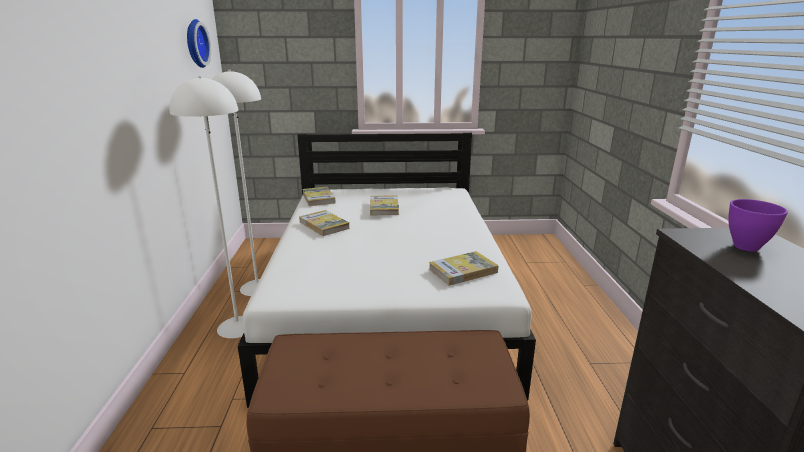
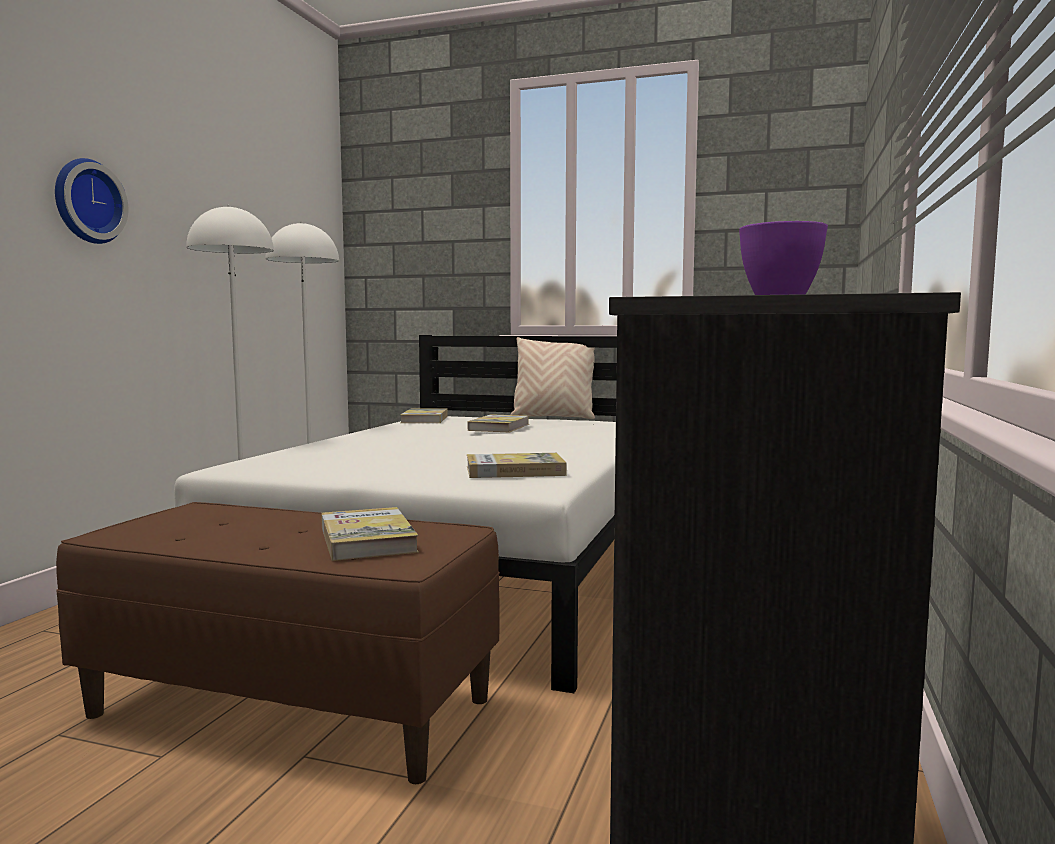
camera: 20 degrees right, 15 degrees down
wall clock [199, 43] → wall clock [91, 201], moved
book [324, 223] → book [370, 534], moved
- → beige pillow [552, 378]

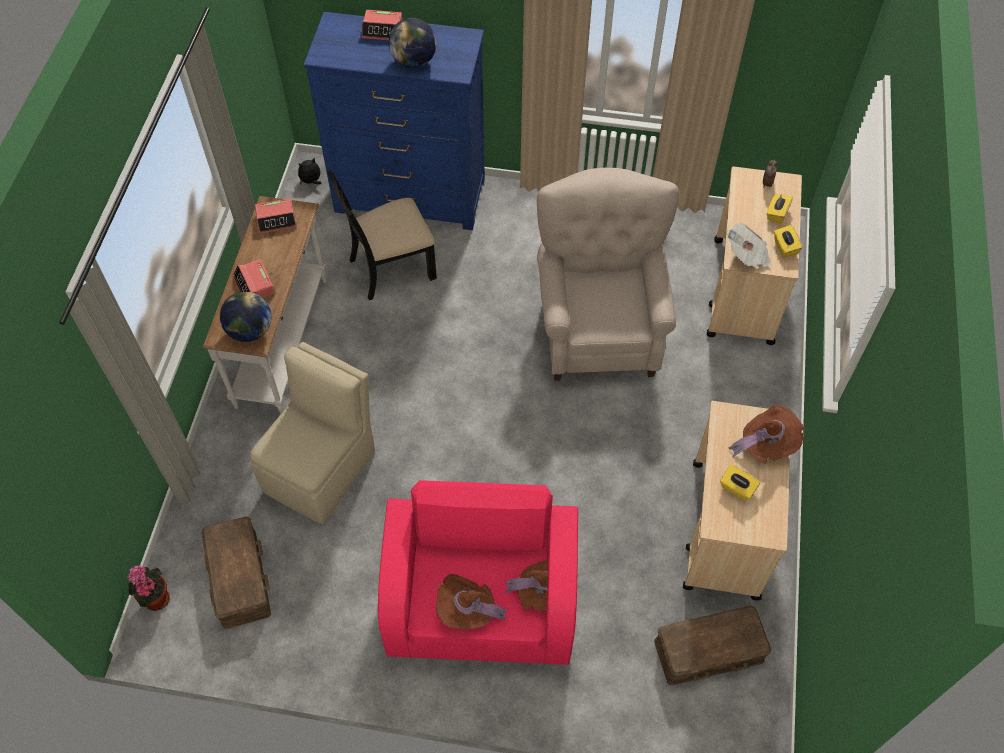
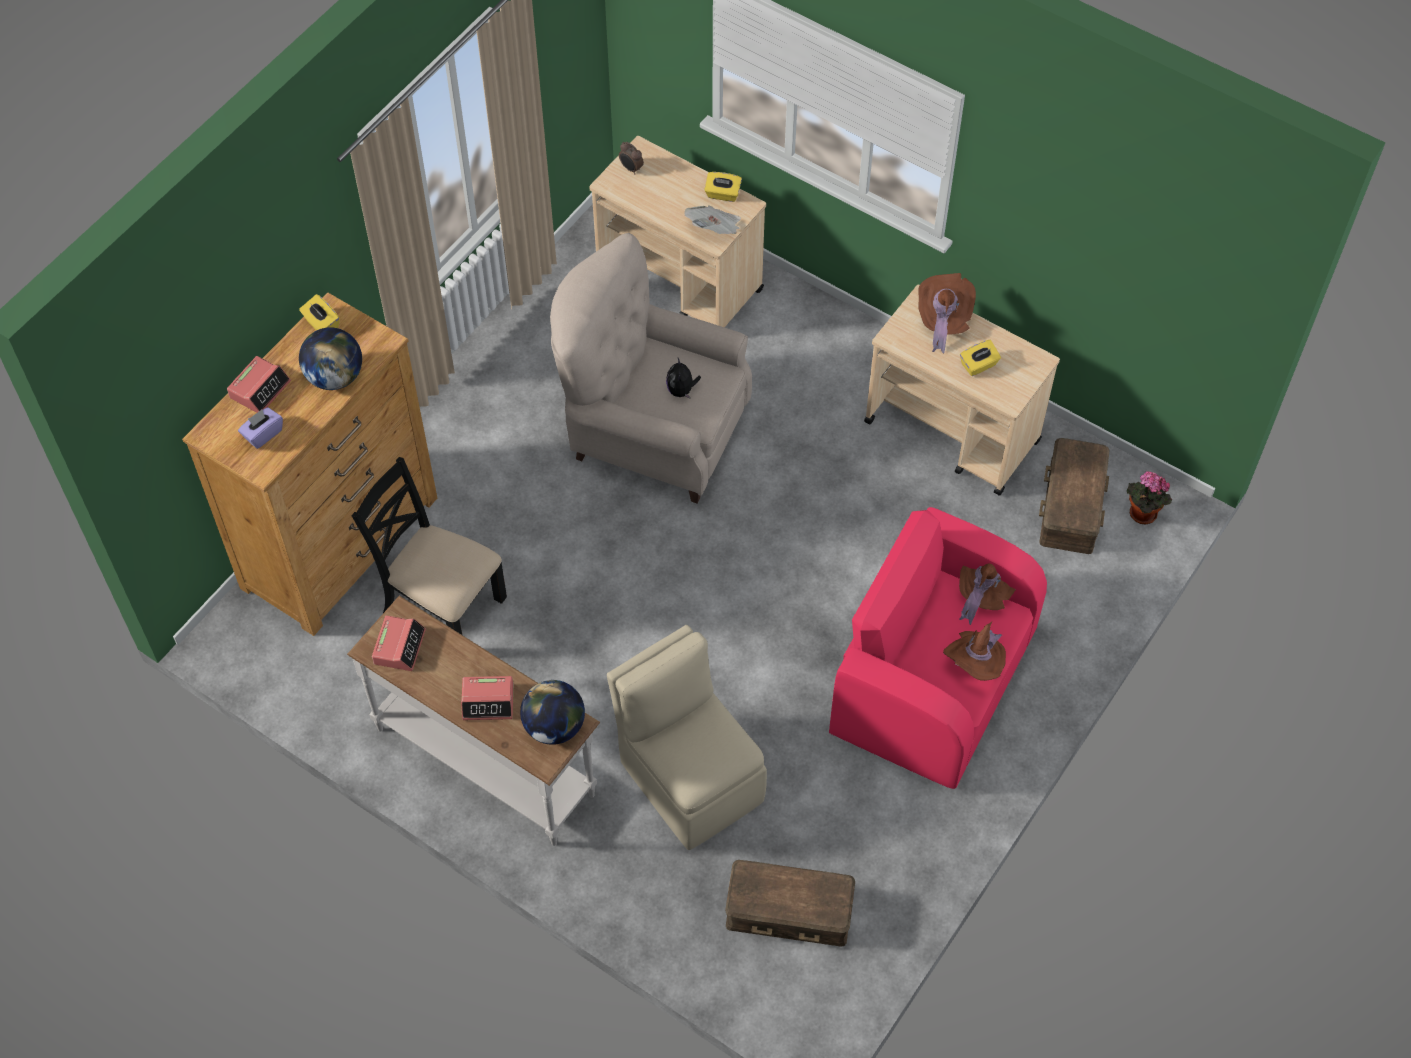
camera: 65 degrees left, 0 degrees up
blue dresser [394, 121] → brown dresser [309, 464]
- → purple tissue box [260, 428]
yellow tissue box [780, 209] → yellow tissue box [319, 312], moved
black chair [382, 235] → black chair [429, 546], 120 degrees clockwise
plush toy [310, 171] → plush toy [683, 378], moved
potted plant [148, 588] → potted plant [1149, 498], moved

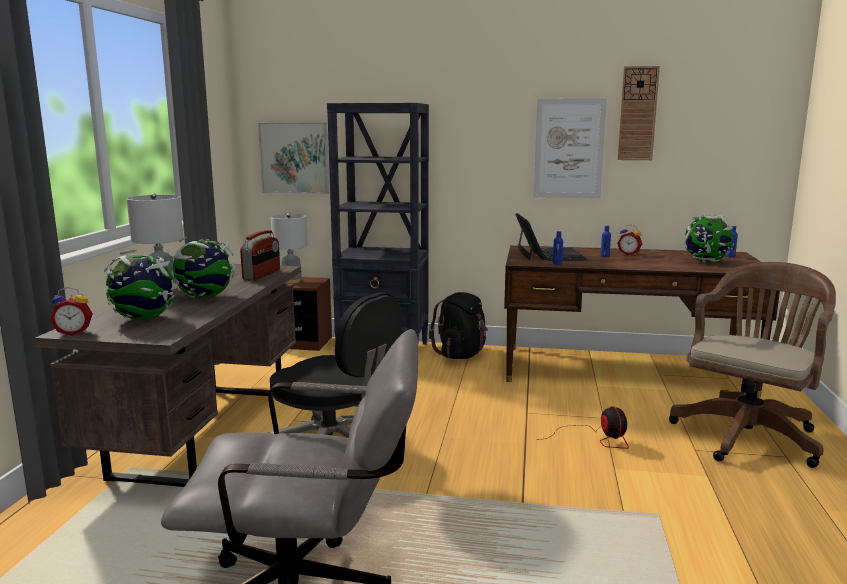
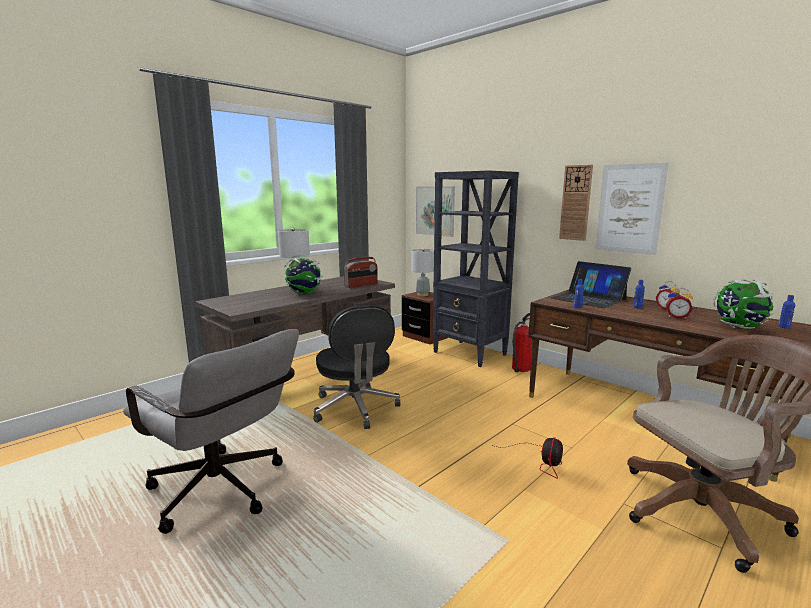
camera: 35 degrees right, 0 degrees up
black backpack [458, 325] → fire extinguisher [522, 342]
laptop [551, 237] → laptop [591, 284], 105 degrees clockwise
wall clock [638, 113] → wall clock [576, 203], moved
alarm clock [71, 311] → alarm clock [679, 303], moved
globe [140, 284] → -

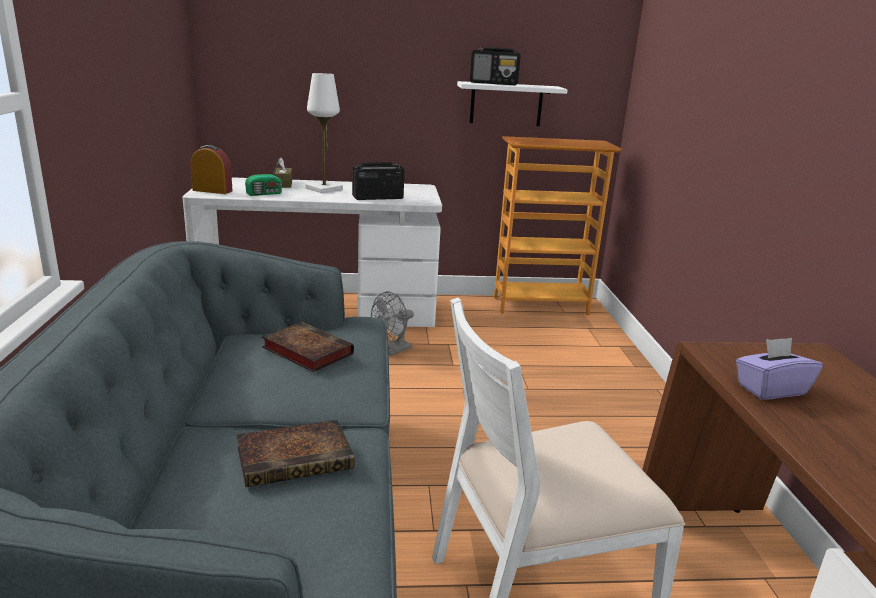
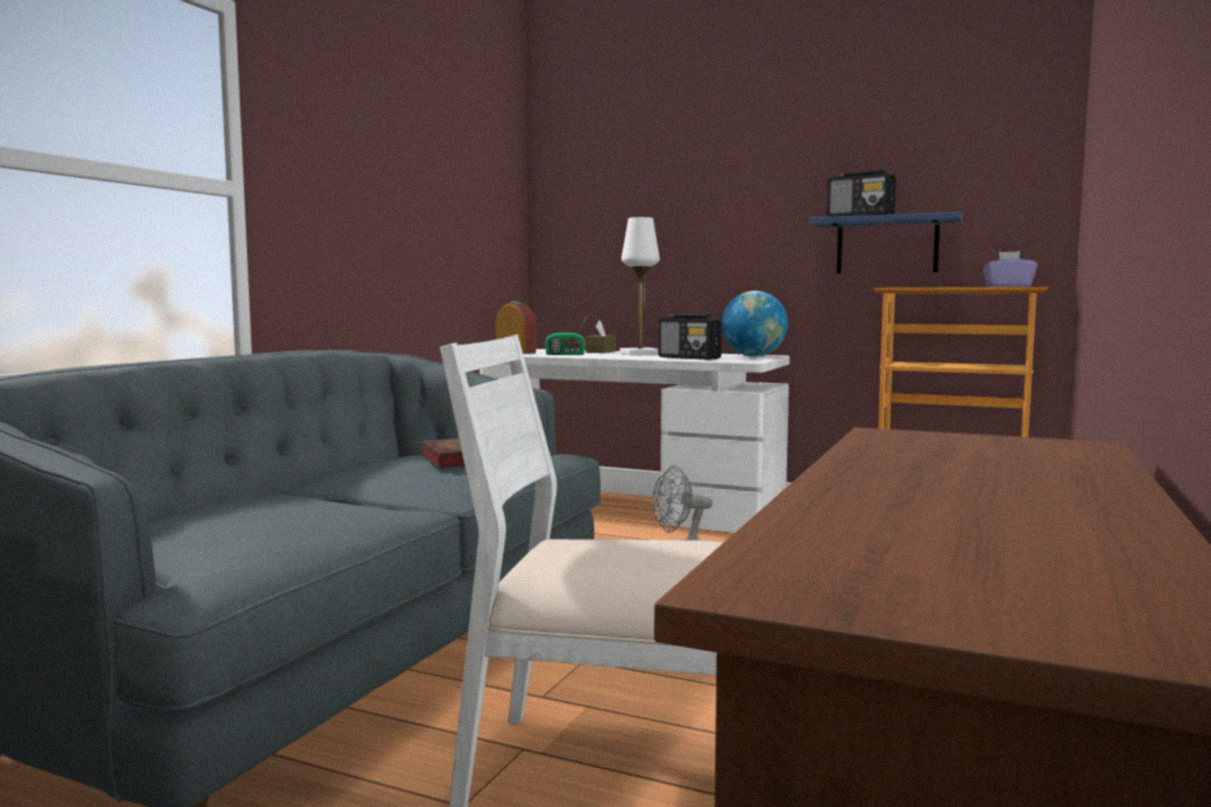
camera: 30 degrees right, 15 degrees down
radio [378, 181] → radio [690, 336], 150 degrees counterclockwise
- → globe [755, 324]
white shelf [512, 103] → blue shelf [885, 243]
purple tissue box [779, 369] → purple tissue box [1010, 269], moved
book [295, 453] → -

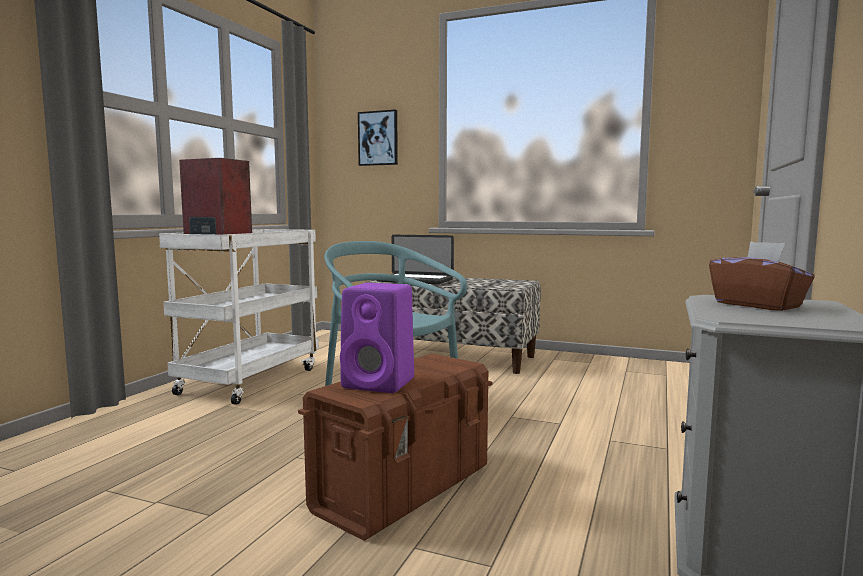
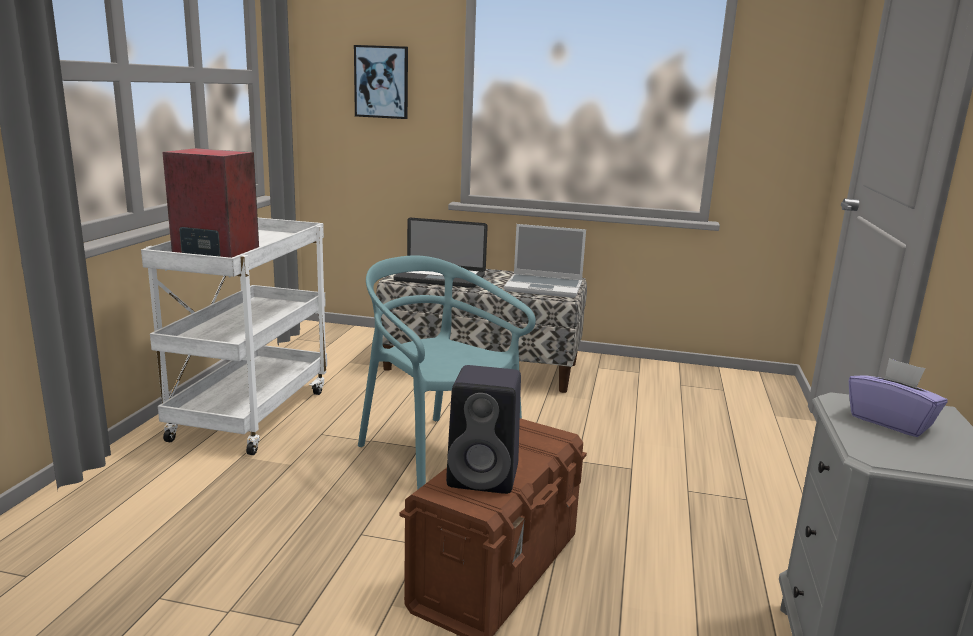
camera: 10 degrees left, 10 degrees up
purple speaker [377, 338] → black speaker [483, 429]
- → laptop [545, 261]
brown tissue box [762, 276] → purple tissue box [898, 397]

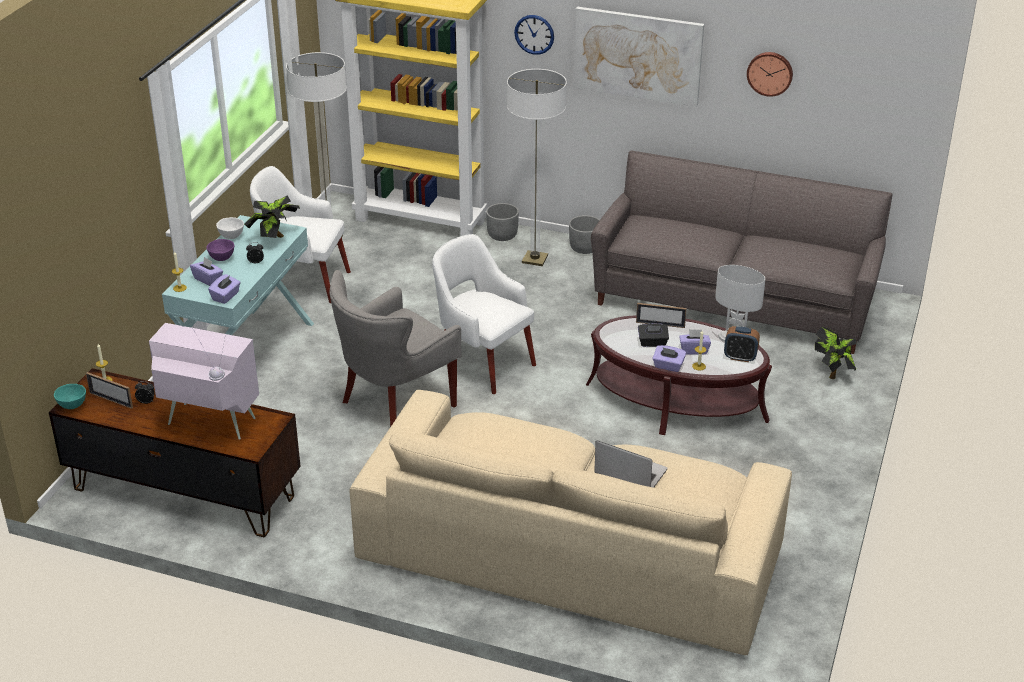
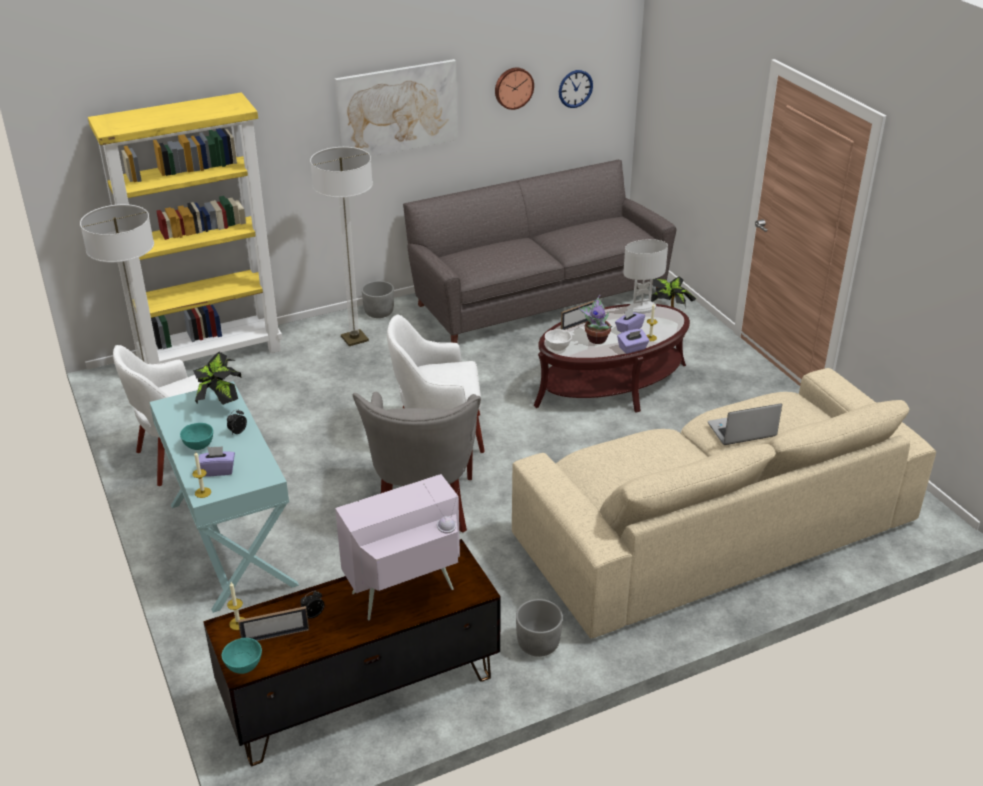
camera: 45 degrees left, 0 degrees up
purple bowl [220, 250] → turquoise bowl [196, 436]
grey planter [502, 222] → grey planter [539, 628], moved
white bowl [230, 228] → white bowl [558, 340], moved
wall clock [534, 35] → wall clock [576, 89], moved
black tissue box [653, 335] → potted plant [595, 319]
purple tissue box [224, 289] → -
alarm clock [742, 344] → -

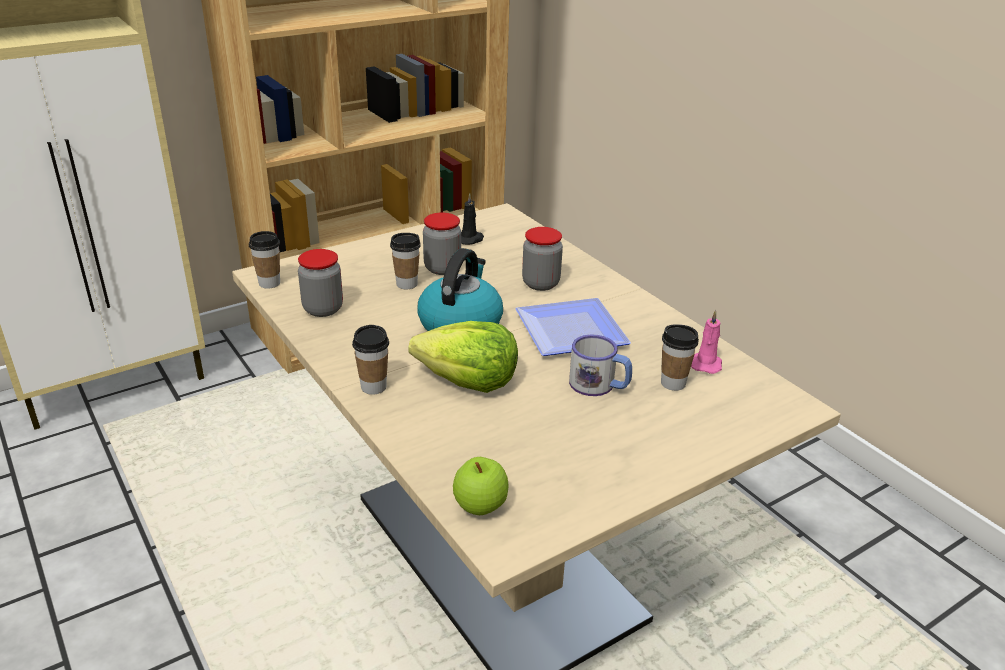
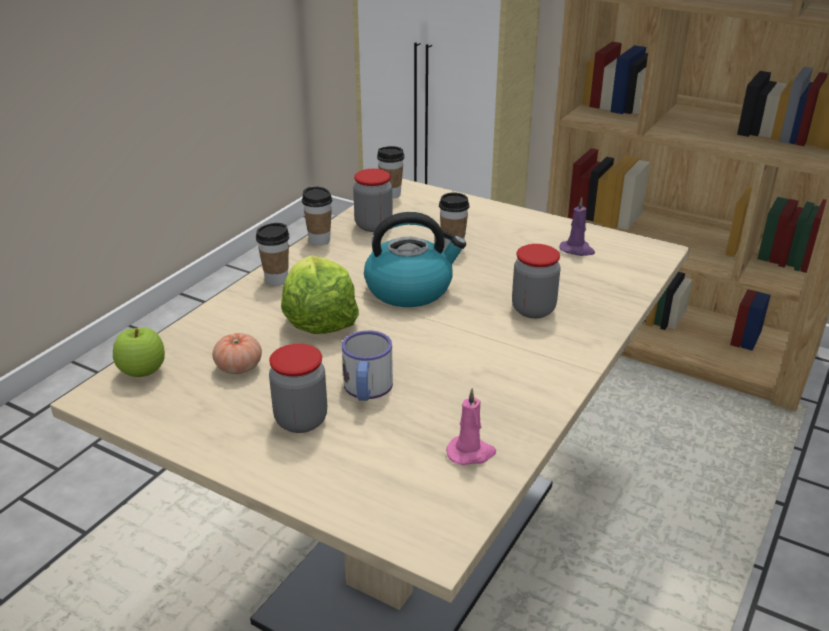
camera: 65 degrees right, 0 degrees up
- → tomato [237, 353]
jar [442, 244] → jar [298, 388], moved
cup [680, 357] → cup [317, 216], moved
black candle [472, 219] → purple candle [577, 226]
plate [573, 327] → -

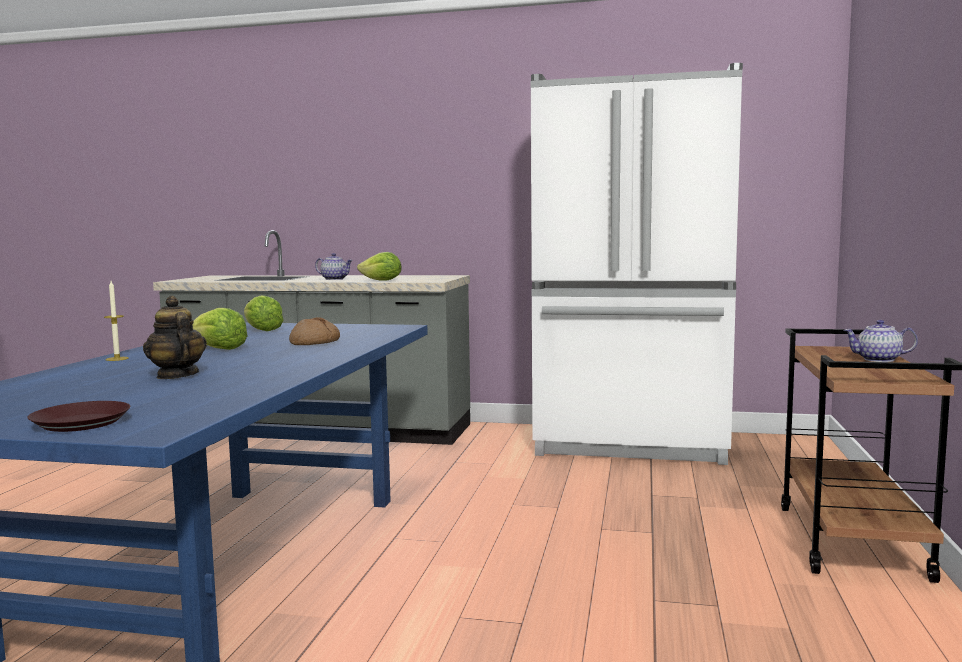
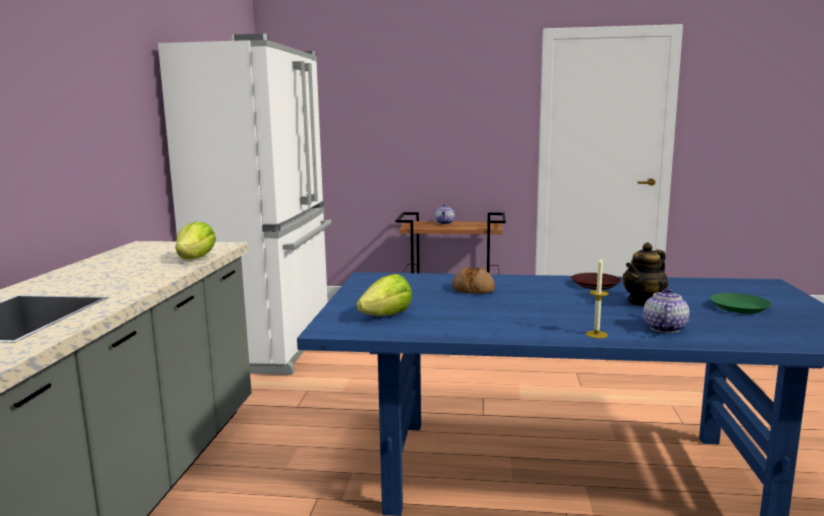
camera: 95 degrees left, 5 degrees up
brown plate [78, 416] → brown plate [596, 281], moved
teapot [334, 266] → teapot [666, 310], moved
- → green plate [741, 303]
lettuce [219, 329] → -

